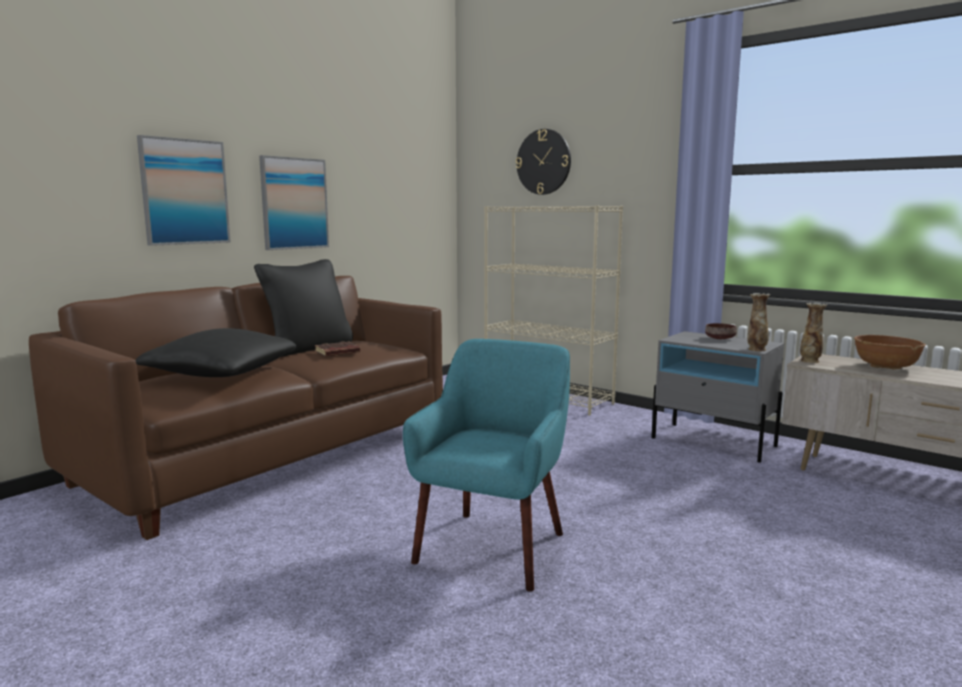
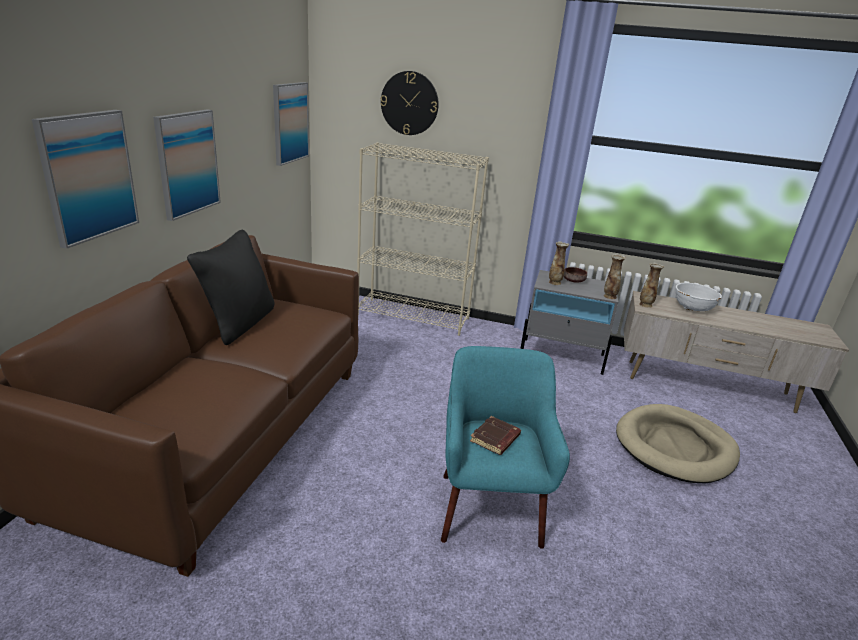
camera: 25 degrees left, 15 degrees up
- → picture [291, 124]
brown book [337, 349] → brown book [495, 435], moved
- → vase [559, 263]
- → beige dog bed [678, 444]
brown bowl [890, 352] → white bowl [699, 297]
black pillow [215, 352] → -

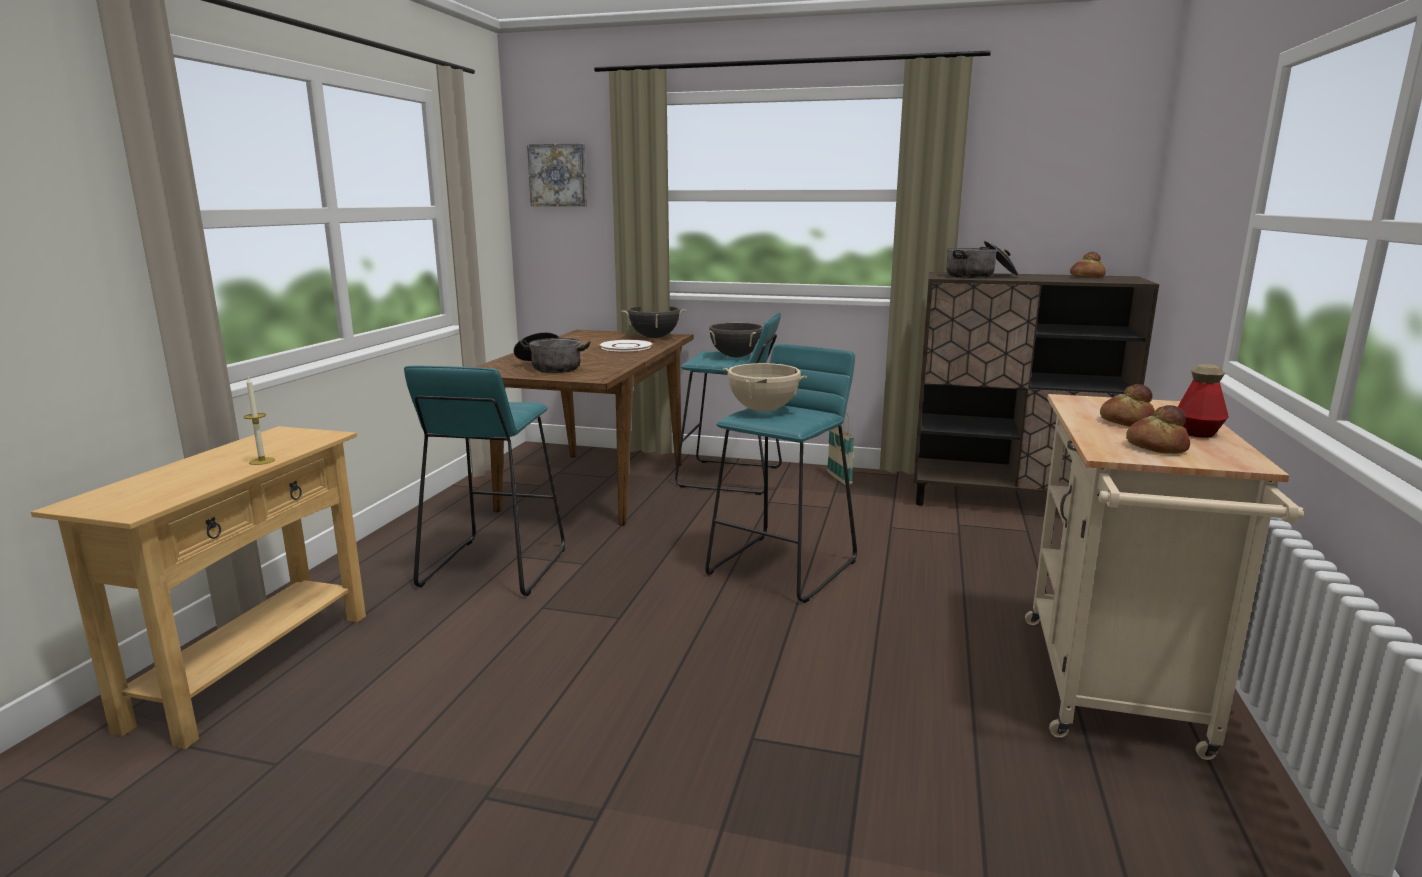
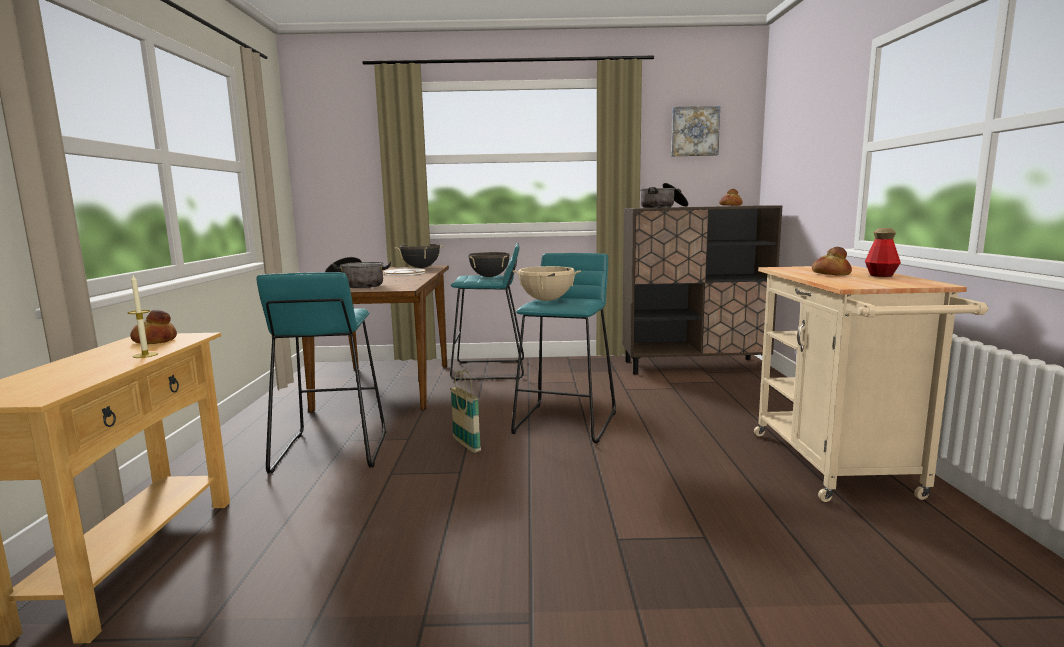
camera: 15 degrees left, 5 degrees down
bread [1158, 429] → bread [153, 327], moved
basket [840, 449] → basket [465, 411], moved
picture [557, 174] → picture [695, 131], moved

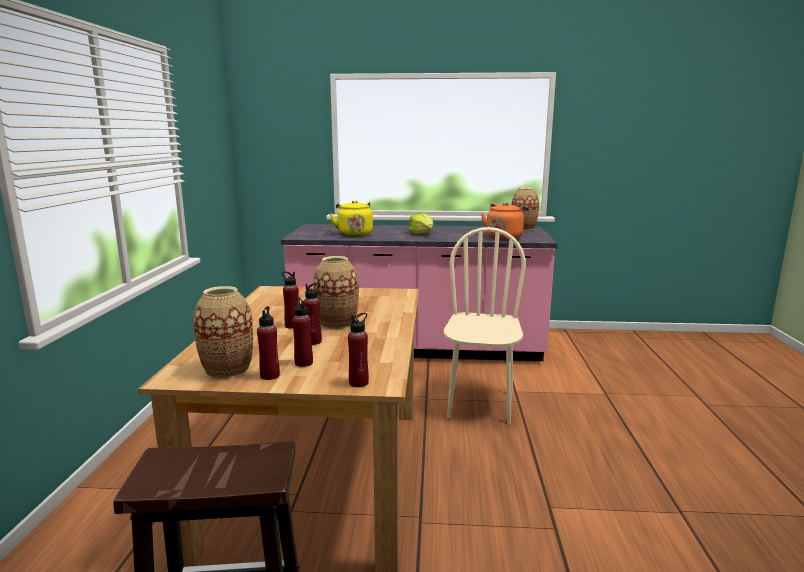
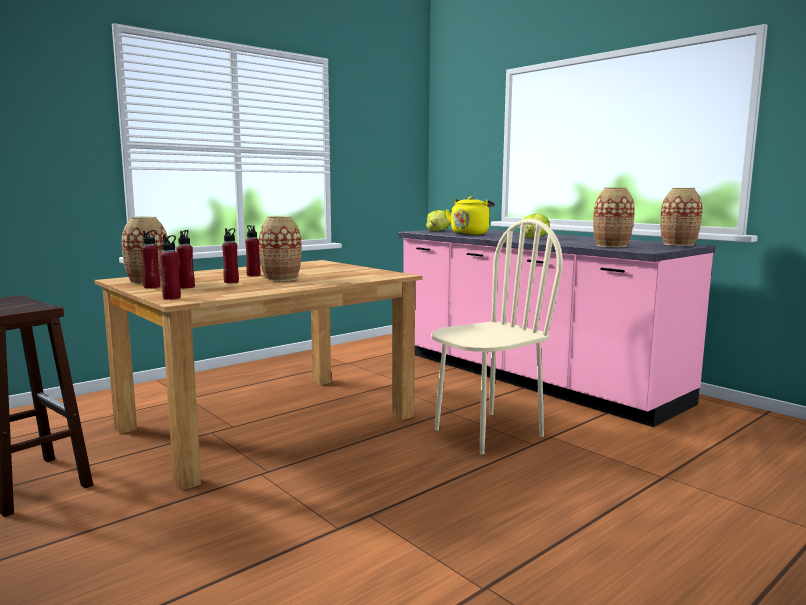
camera: 45 degrees right, 5 degrees down
- → lettuce [438, 220]
orange kettle [505, 221] → vase [614, 217]

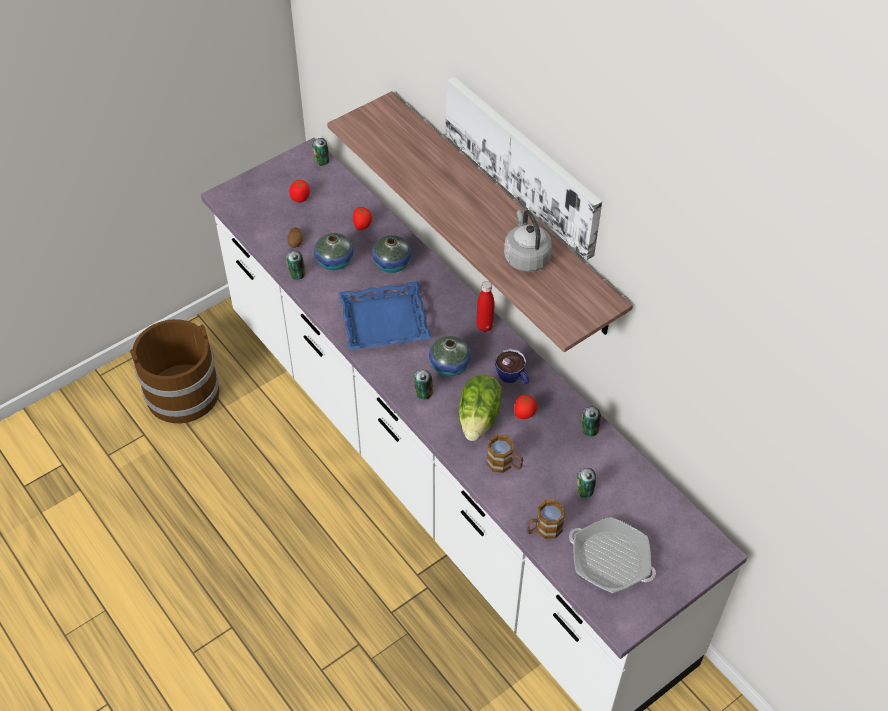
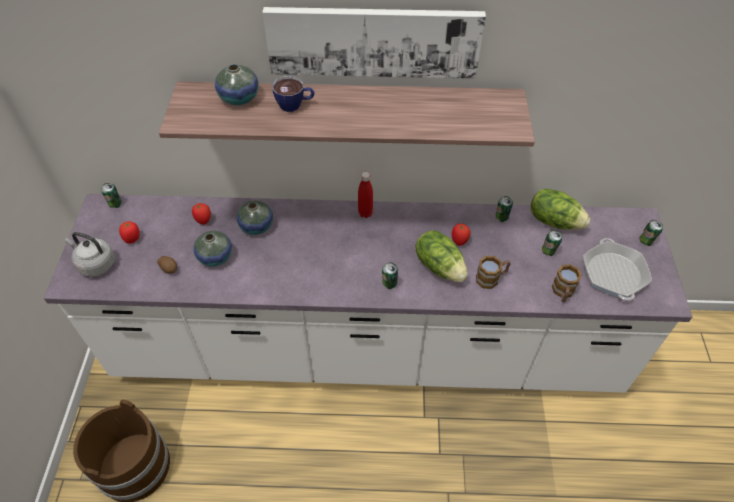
camera: 50 degrees left, 0 degrees up
grey kettle [528, 241] → grey kettle [90, 254], moved
vase [450, 356] → vase [237, 84], moved
cup [512, 366] → cup [293, 94], moved
- → lettuce [561, 209]
frying pan [612, 555] → frying pan [617, 269], 75 degrees counterclockwise
can [295, 265] → can [651, 233], moved
blue tray [385, 315] → -

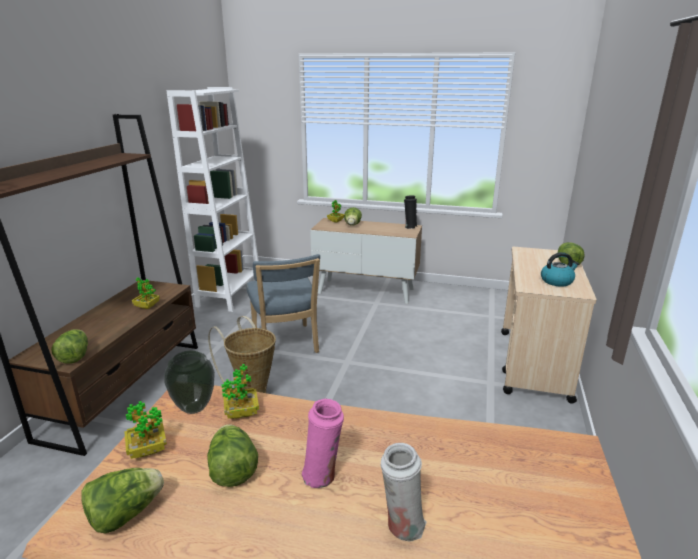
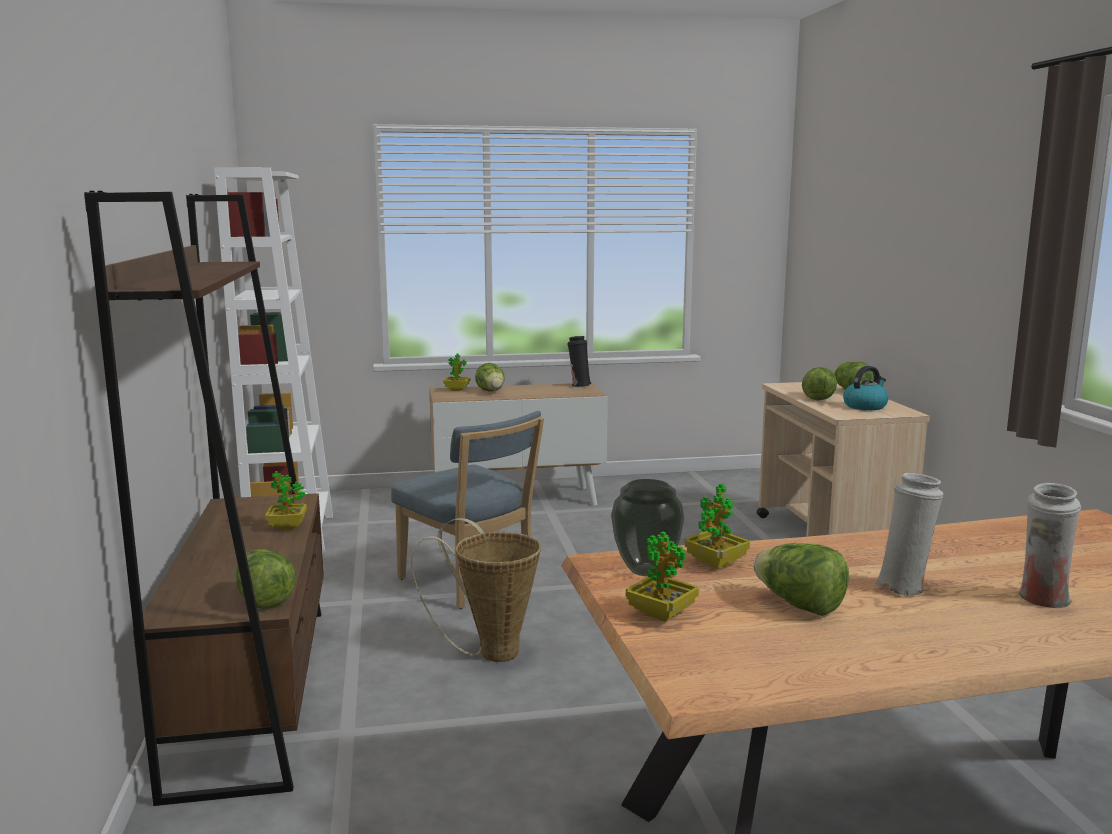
camera: 25 degrees left, 10 degrees down
lettuce [123, 500] → lettuce [819, 384], moved
pink vase [323, 443] → white vase [909, 534]

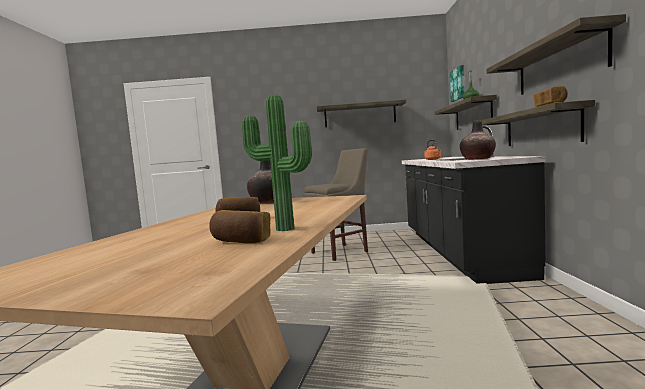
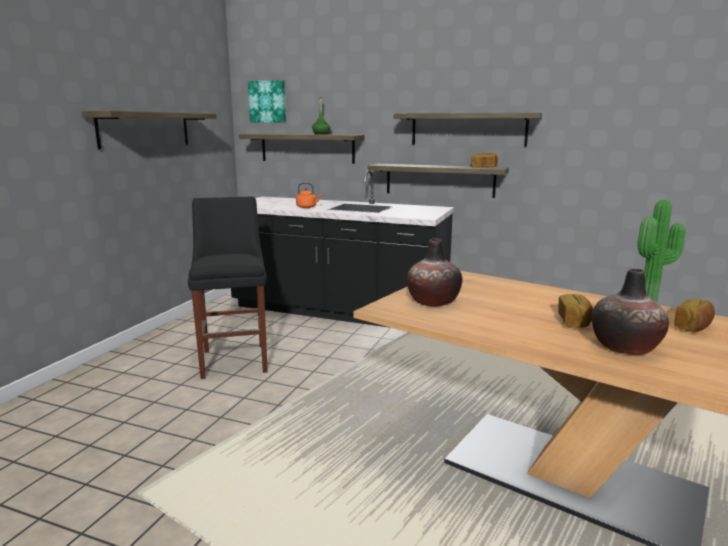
camera: 70 degrees left, 10 degrees up
beige stool [336, 204] → black stool [228, 287]
vase [478, 140] → vase [630, 312], moved

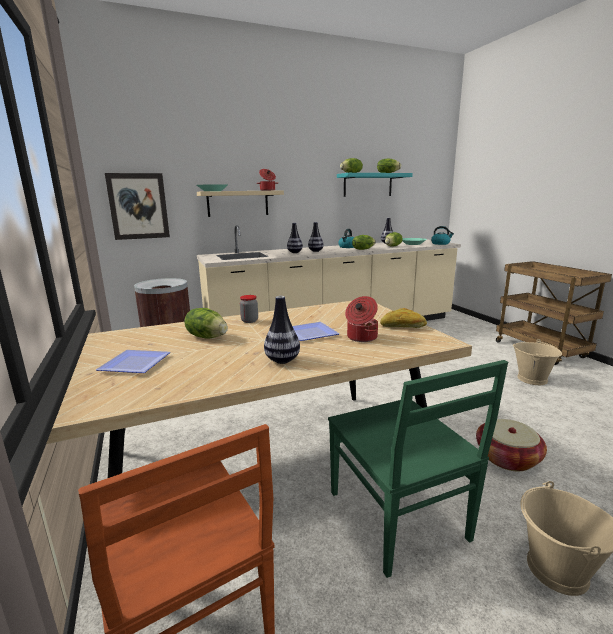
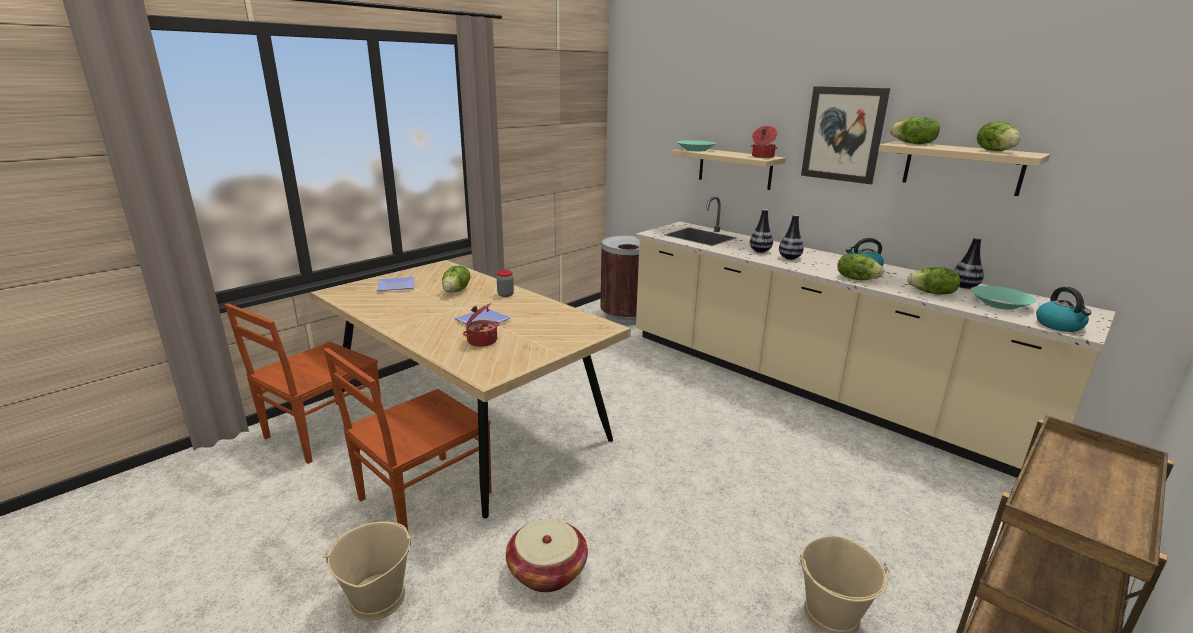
camera: 65 degrees right, 5 degrees up
green chair [418, 469] → brown chair [407, 439]
picture [137, 206] → picture [845, 135], moved
turquoise shelf [375, 185] → beige shelf [964, 168]
vase [282, 330] → -
bread [403, 318] → -

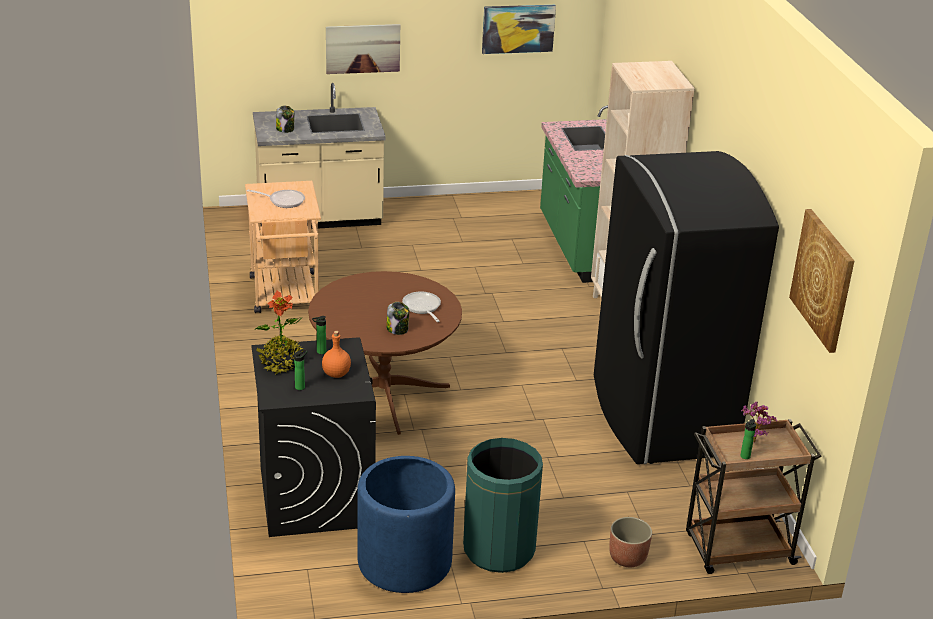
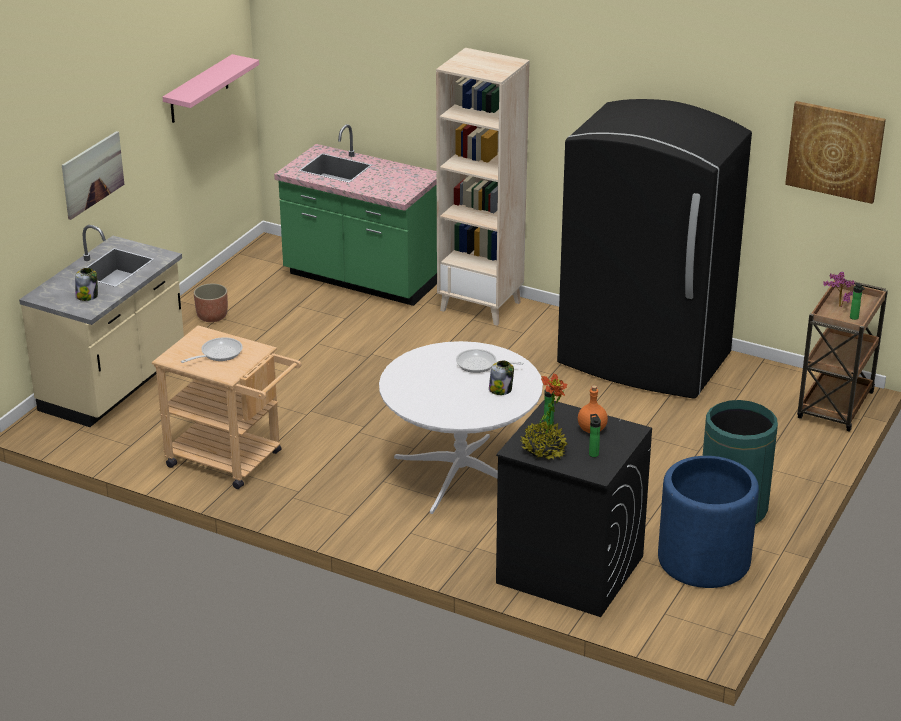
camera: 50 degrees left, 0 degrees up
picture [519, 29] → pink shelf [211, 88]
planter [630, 542] → planter [211, 302], moved
brown dining table [385, 353] → white dining table [461, 427]

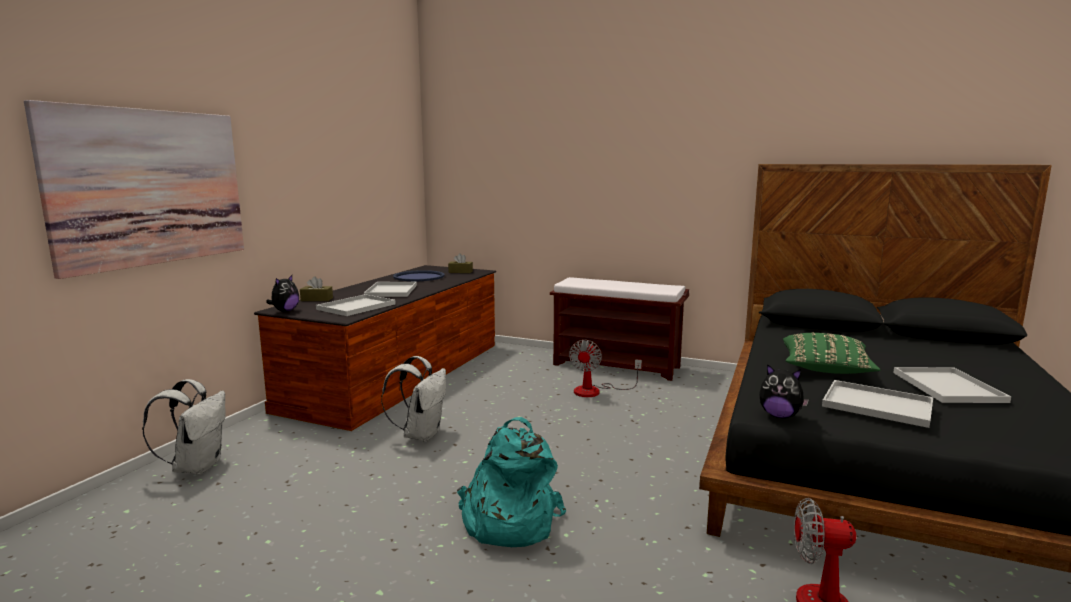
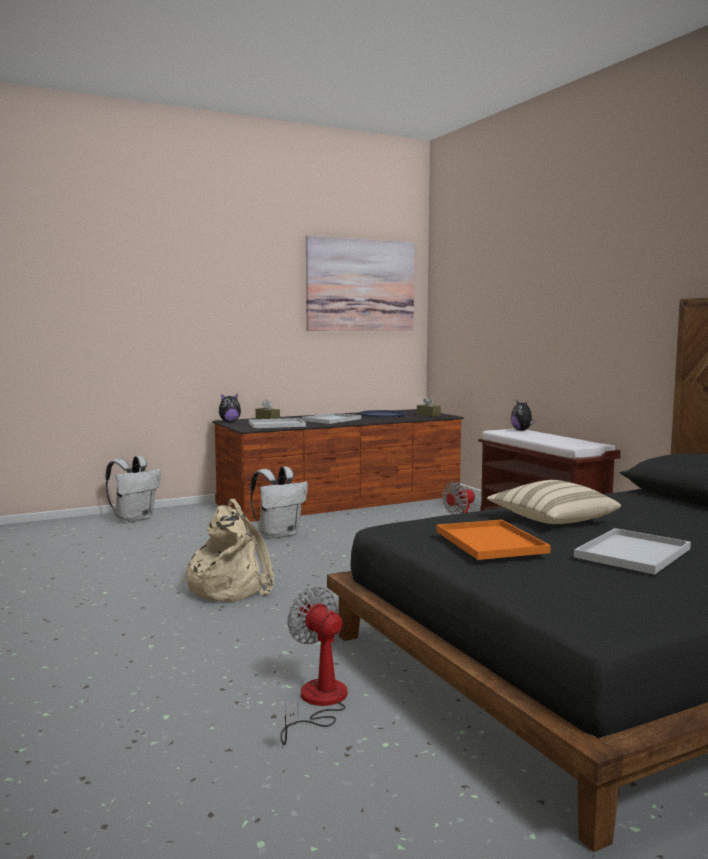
camera: 40 degrees right, 5 degrees down
turquoise backpack [511, 482] → beige backpack [227, 550]
picture [134, 189] → picture [360, 283], moved
white tray [877, 404] → orange tray [493, 540]
green pillow [832, 353] → beige pillow [554, 502]
plush toy [784, 391] → plush toy [523, 416], moved

